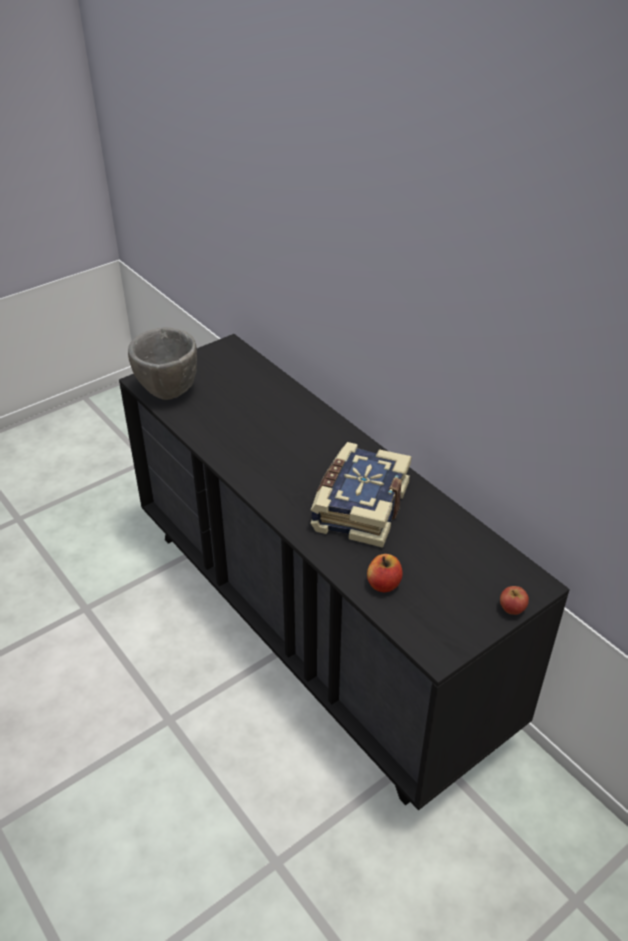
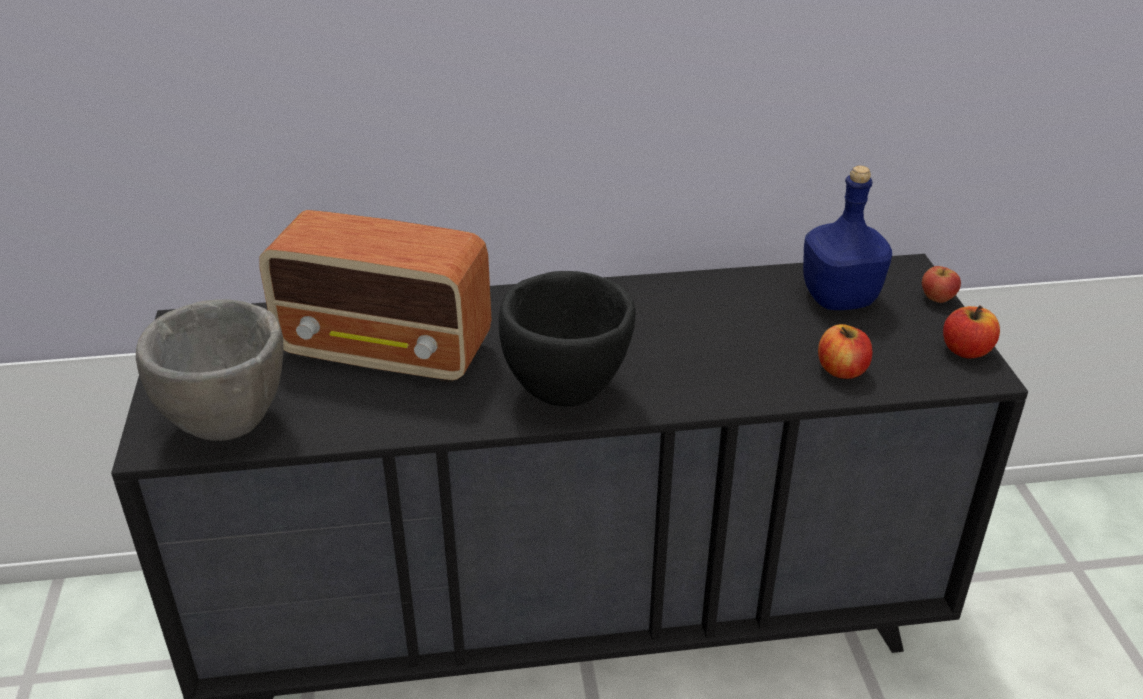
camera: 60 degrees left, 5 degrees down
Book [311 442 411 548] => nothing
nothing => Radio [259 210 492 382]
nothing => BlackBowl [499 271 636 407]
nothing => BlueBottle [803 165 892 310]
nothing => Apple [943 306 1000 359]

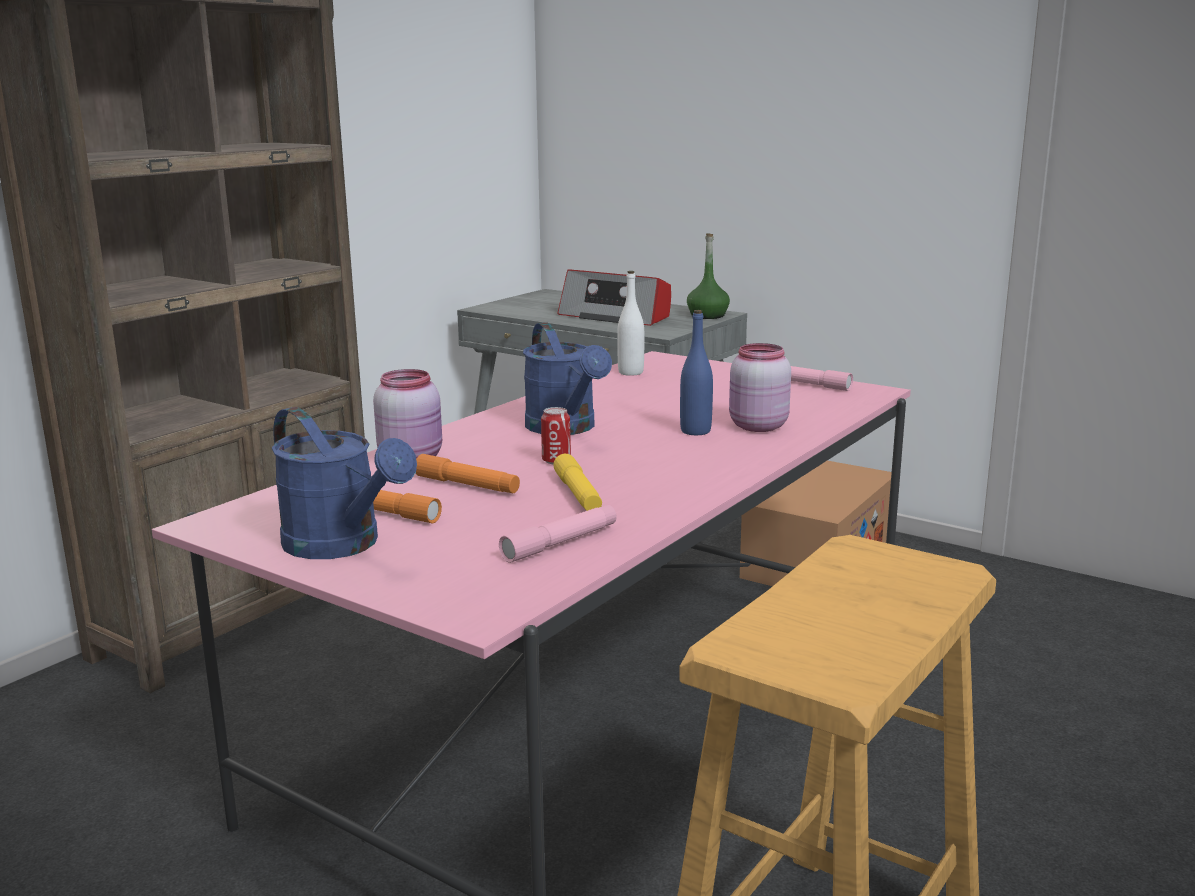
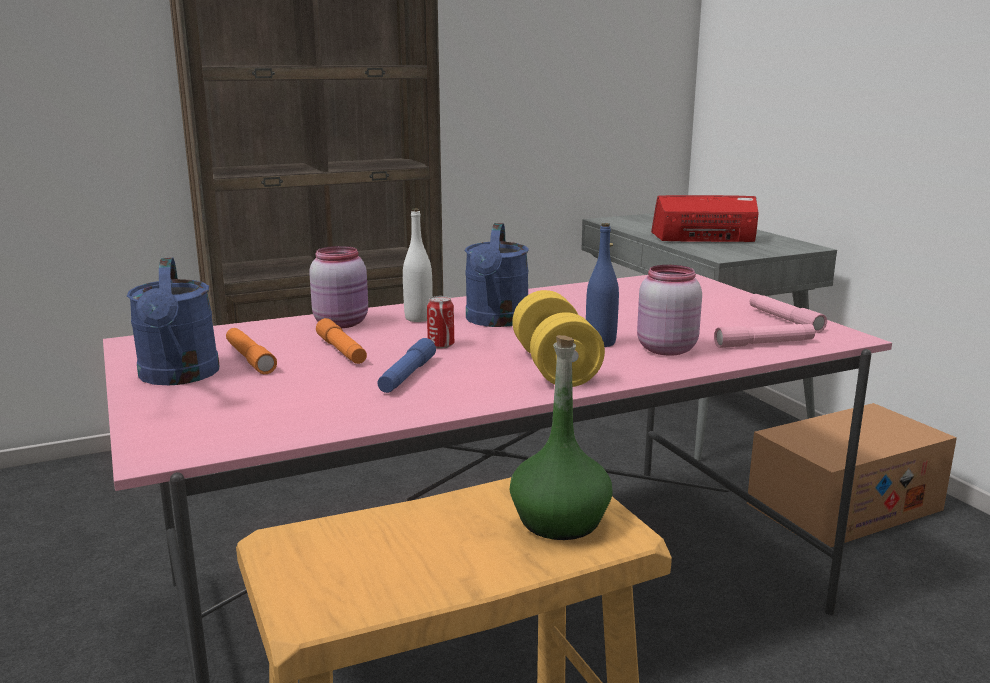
camera: 30 degrees right, 0 degrees up
PinkFlashlight [499 505 617 563] => PinkFlashlight [714 324 815 348], relocated
YellowFlashlight [553 454 602 511] => BlueFlashlight [377 338 436 393]
Radio [557 269 671 326] => Radio [651 195 759 243], 120 degrees clockwise
WhiteBottle [617 271 644 376] => WhiteBottle [403 208 433 322], relocated
GreenBottle [687 233 730 319] => GreenBottle [510 335 613 540], relocated
nothing => YellowDumbbell [512 290 605 387]

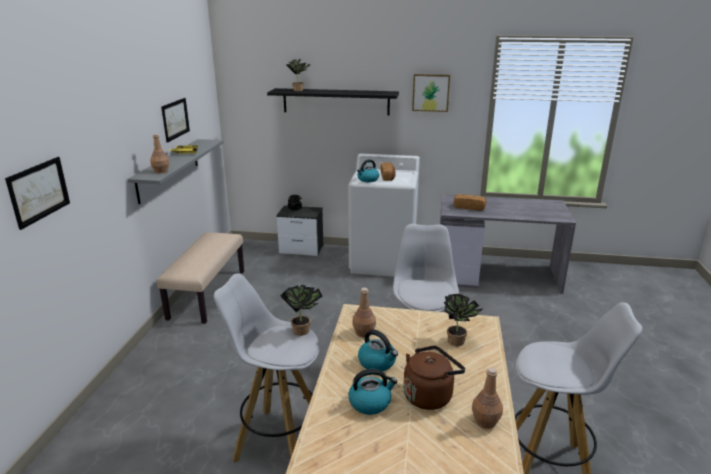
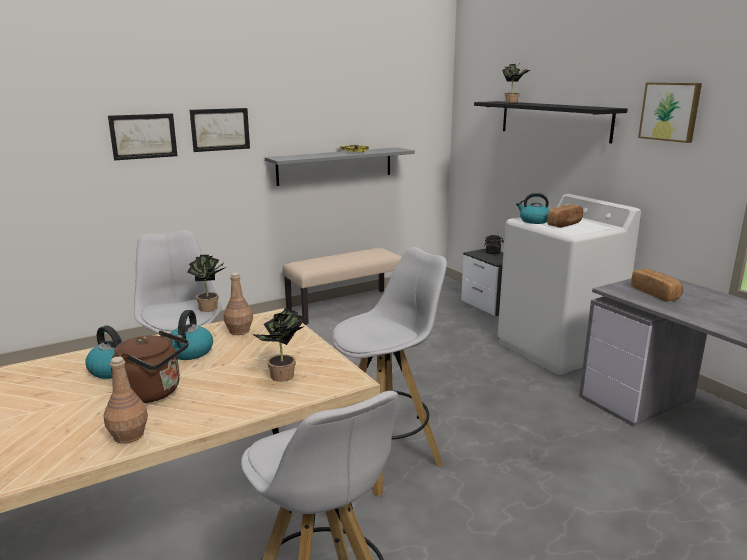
camera: 50 degrees right, 5 degrees down
BrownBottle [150 134 169 173] => nothing
Picture [161 98 190 142] => Picture [190 108 250 152], relocated

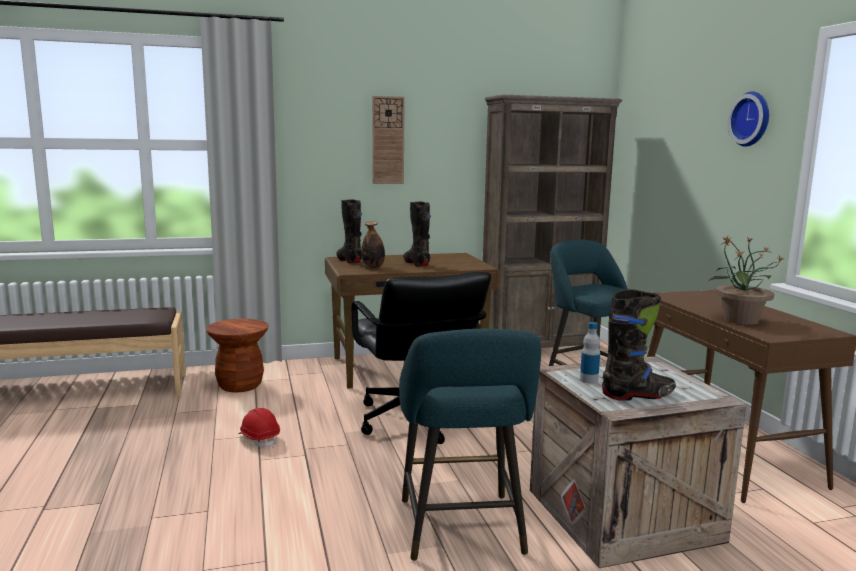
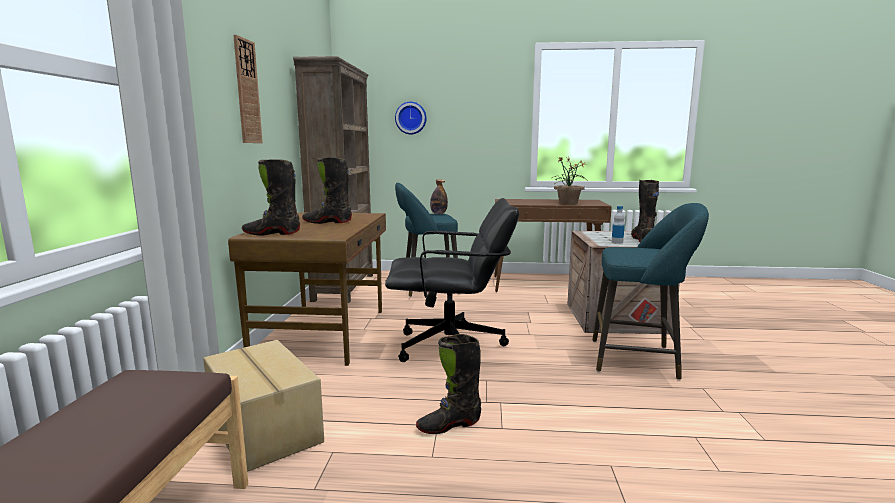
camera: 70 degrees left, 0 degrees up
BrownStool [206 319 269 392] => CardboardBox [203 340 324 472]
RedHardHat [238 408 280 448] => BlackBoot [416 334 481 434]
Bottle [361 221 385 268] => Bottle [430 179 448 214], relocated
WallClock [727 91 769 147] => WallClock [395 102 427 135], relocated

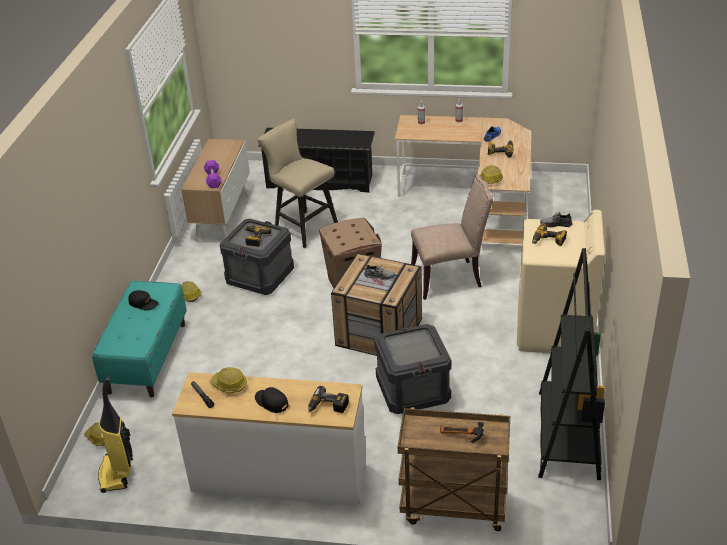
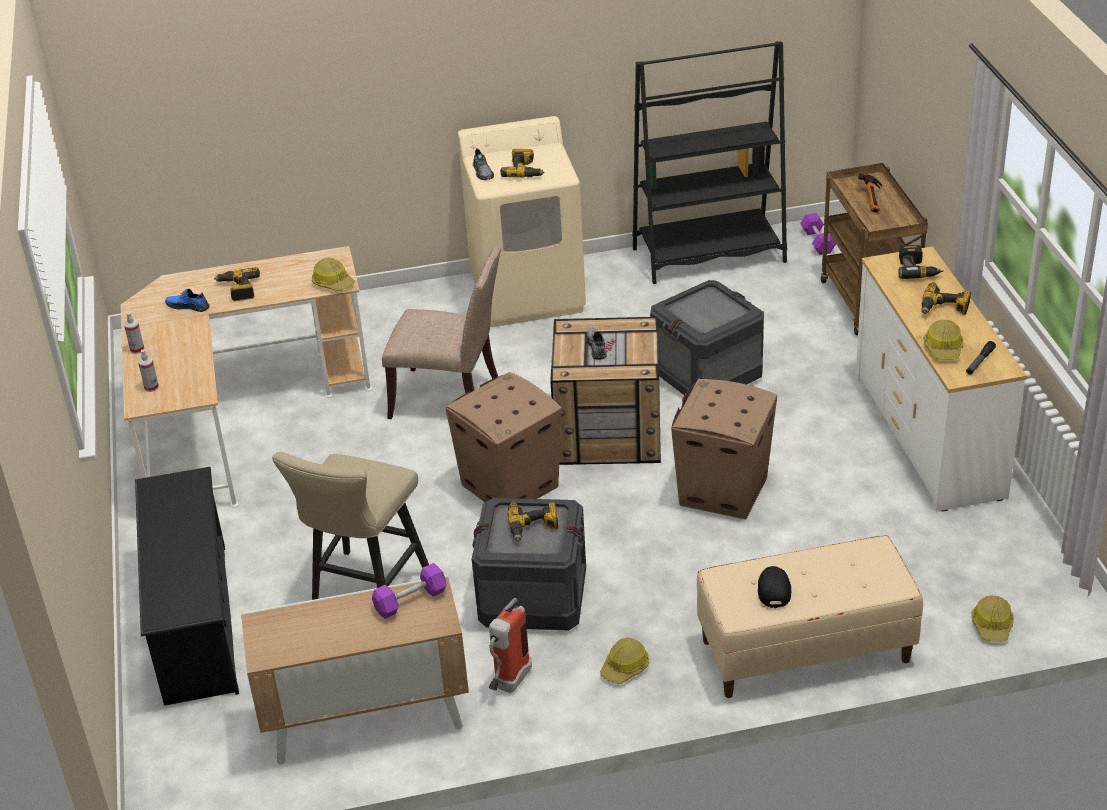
camera: 110 degrees left, 0 degrees up
TurquoiseBench [92 281 187 398] => BeigeBench [697 535 923 698]
VacuumCleaner [98 377 133 493] => nothing
BlackCap [255 387 289 413] => PowerDrill [921 282 971 315]
BeigeChair [411 174 493 300] => BeigeChair [382 246 501 419], 135 degrees clockwise
nothing => FireExtinguisher [489 598 532 693]
nothing => CardboardBox [671 379 777 519]
nothing => PurpleDumbbell [800 213 836 255]

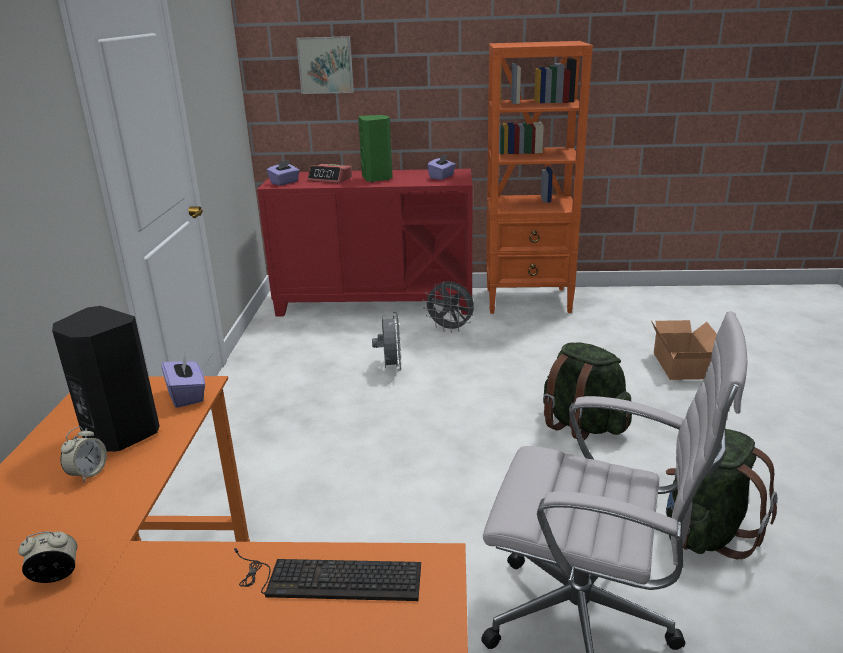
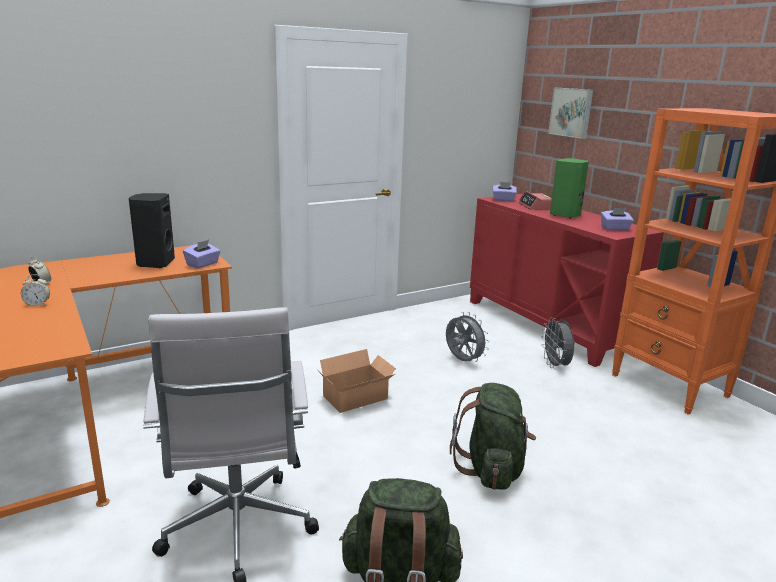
camera: 55 degrees right, 5 degrees down
AlarmClock [60 426 107 483] => AlarmClock [21 275 50 307], relocated
Keyboard [234 548 421 601] => nothing
GreyFan [372 312 401 371] => GreyFan [446 312 489 362], 90 degrees counterclockwise
CardboardBox [651 320 717 380] => CardboardBox [319 349 396 413], relocated

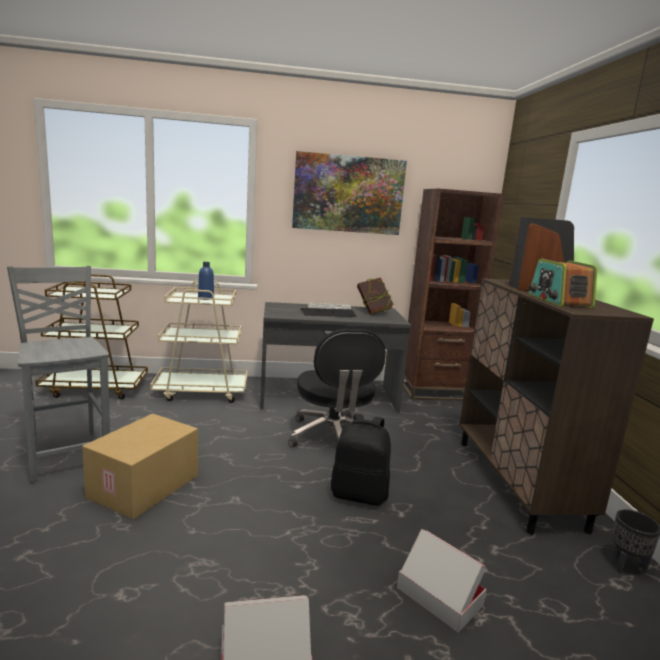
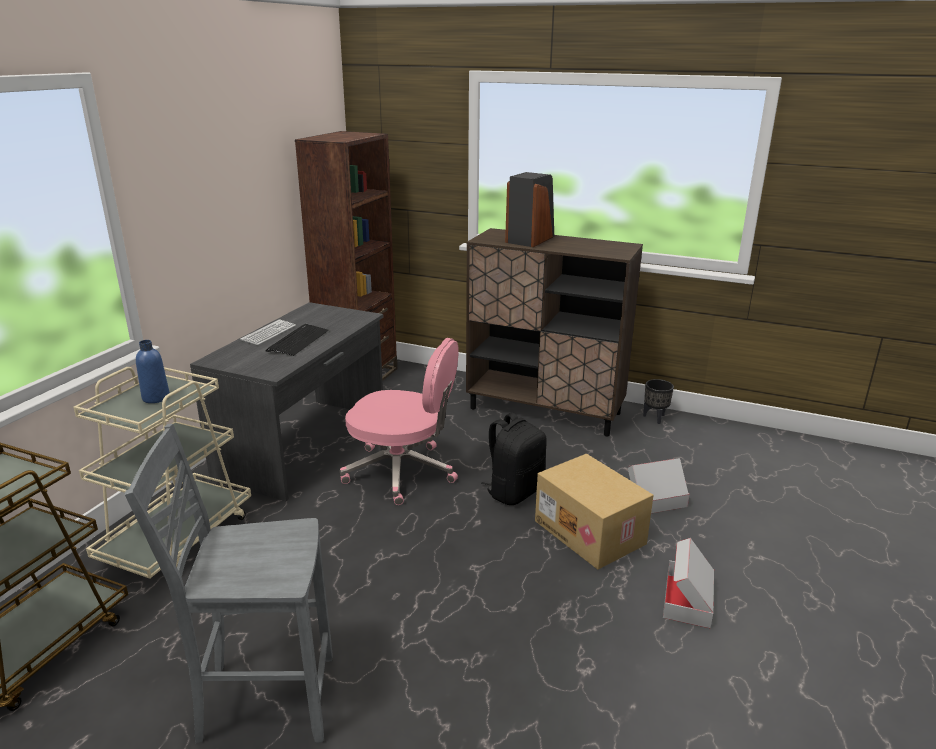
camera: 60 degrees left, 10 degrees up
CardboardBox [82 414 198 519] => CardboardBox [535 454 654 570], relocated
BlackOfficeChair [288 329 386 448] => PinkOfficeChair [340 338 459 505]
Picture [292 151 407 235] => nothing
Book [357 277 394 314] => nothing
Radio [528 259 597 308] => nothing

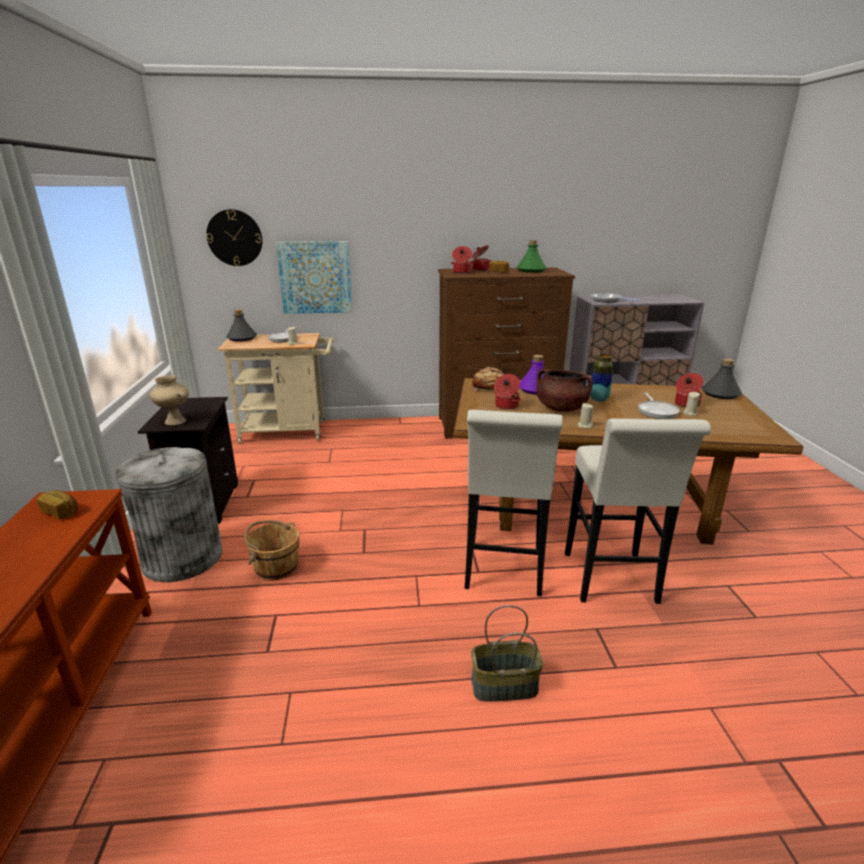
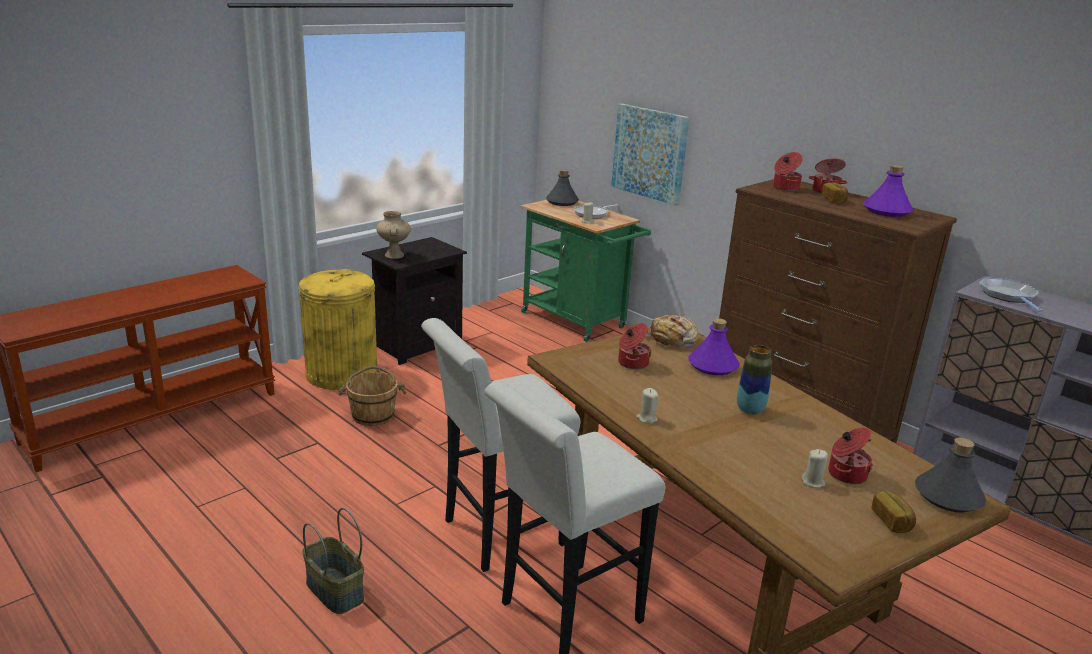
camera: 50 degrees right, 0 degrees up
Bread [36 490 78 519] => Bread [871 491 916 533], relocated
GreyTrashCan [116 447 222 582] => YellowTrashCan [299 269 377 390]
WallClock [206 209 262 266] => nothing
BeigeCart [218 333 334 444] => GreenCart [521 200 651 342]
GreenBottle [517 240 546 273] => PurpleBottle [864 165 913 217]
BrownCookingPot [537 369 593 412] => nothing
FryingPan [638 393 680 419] => nothing

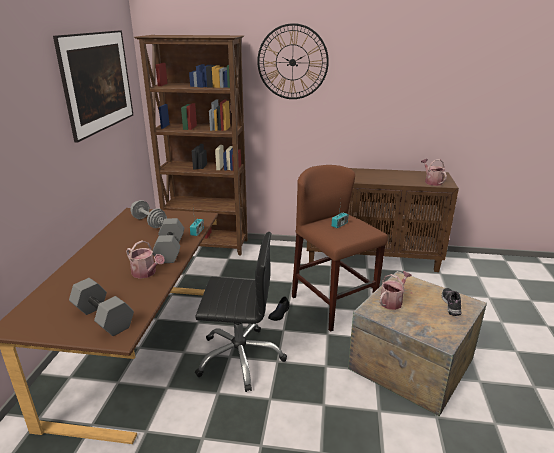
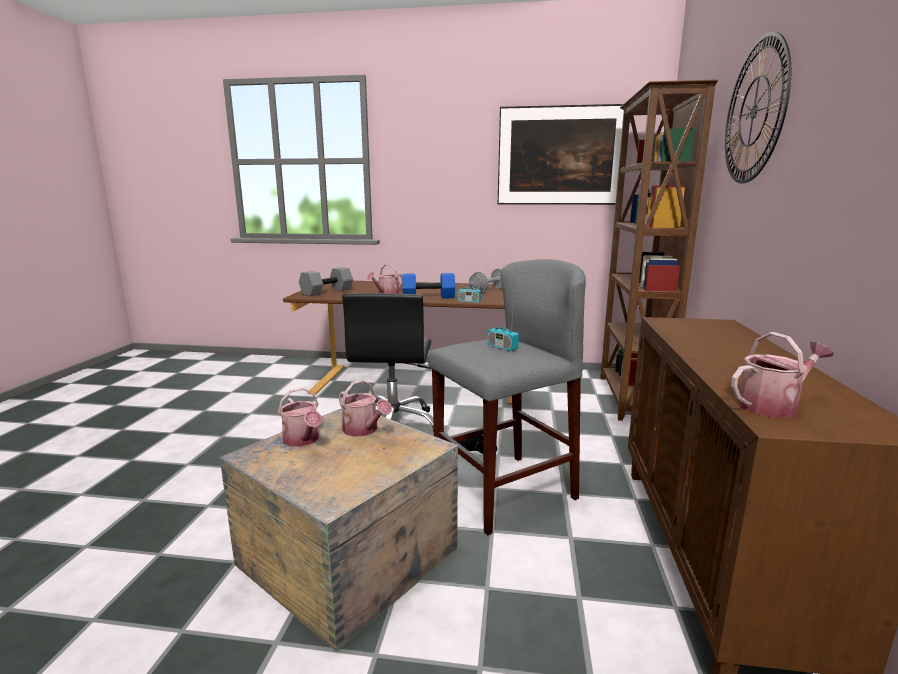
camera: 90 degrees right, 10 degrees down
GreyDumbbell [153 218 184 263] => BlueDumbbell [402 273 455 298]
BrownStool [292 165 388 332] => GreyStool [428 259 586 536]
Shoe [442 288 461 316] => nothing
nothing => WateringCan [278 387 322 447]

